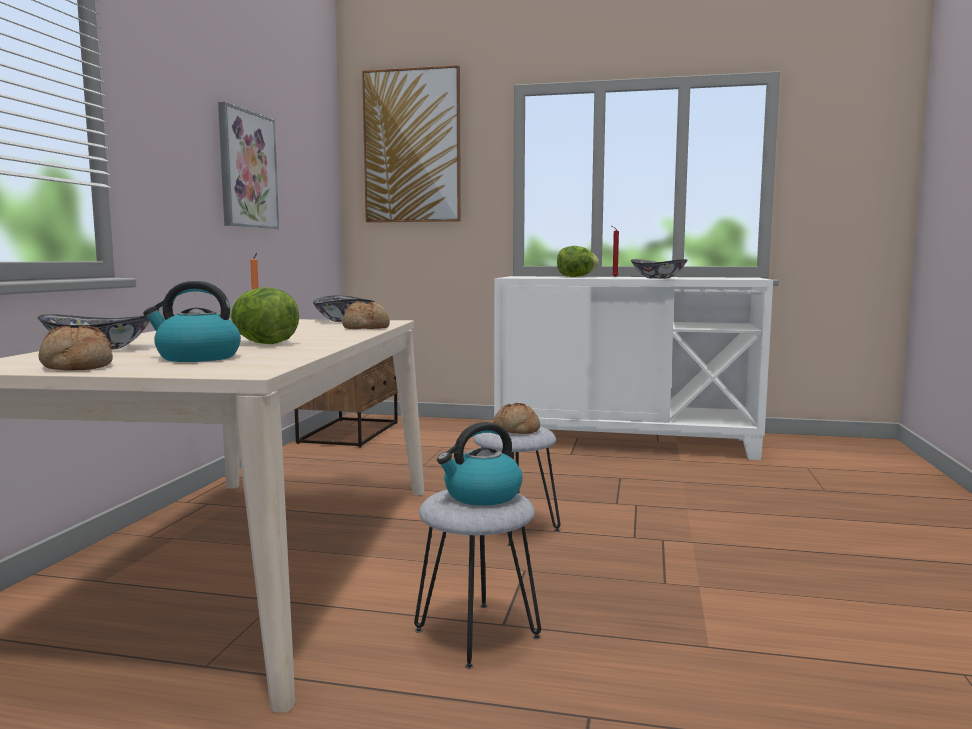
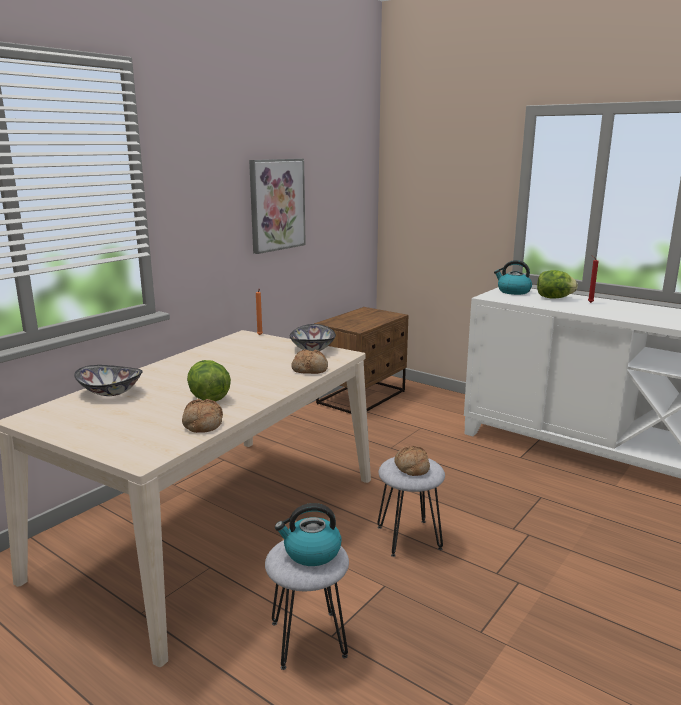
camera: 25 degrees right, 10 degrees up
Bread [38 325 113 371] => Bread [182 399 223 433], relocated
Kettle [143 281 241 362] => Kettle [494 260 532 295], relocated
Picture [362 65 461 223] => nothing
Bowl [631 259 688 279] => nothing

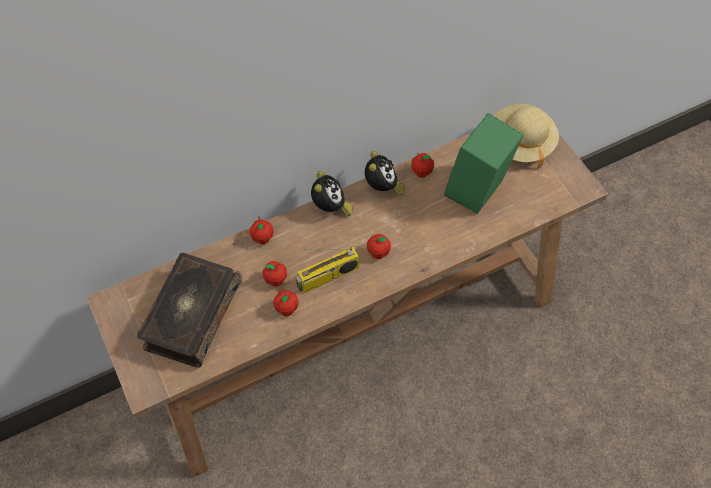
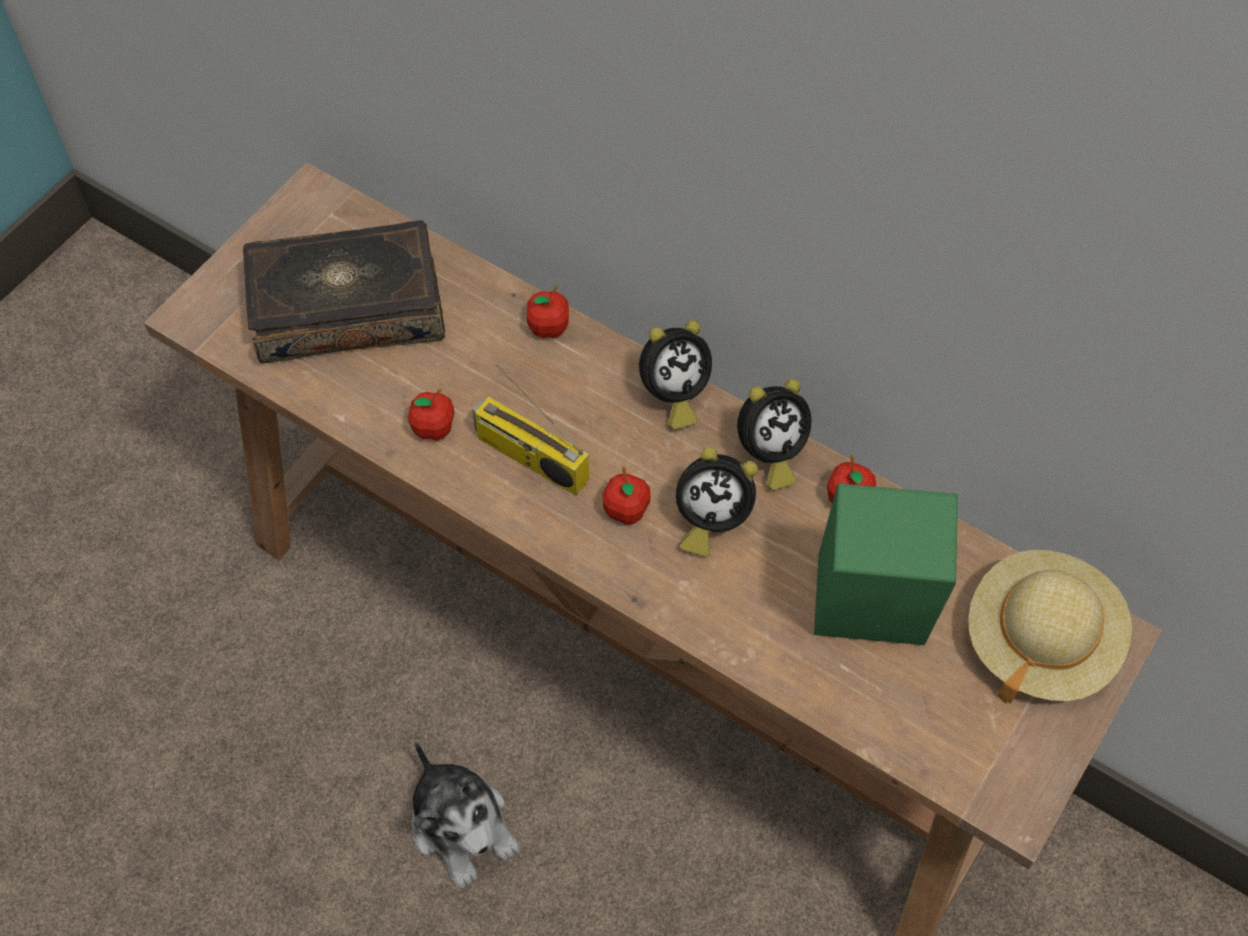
camera: 60 degrees right, 0 degrees up
Apple [263 261 287 286] => nothing
nothing => PlushToy [412 741 520 889]
nothing => AlarmClock [676 446 758 556]

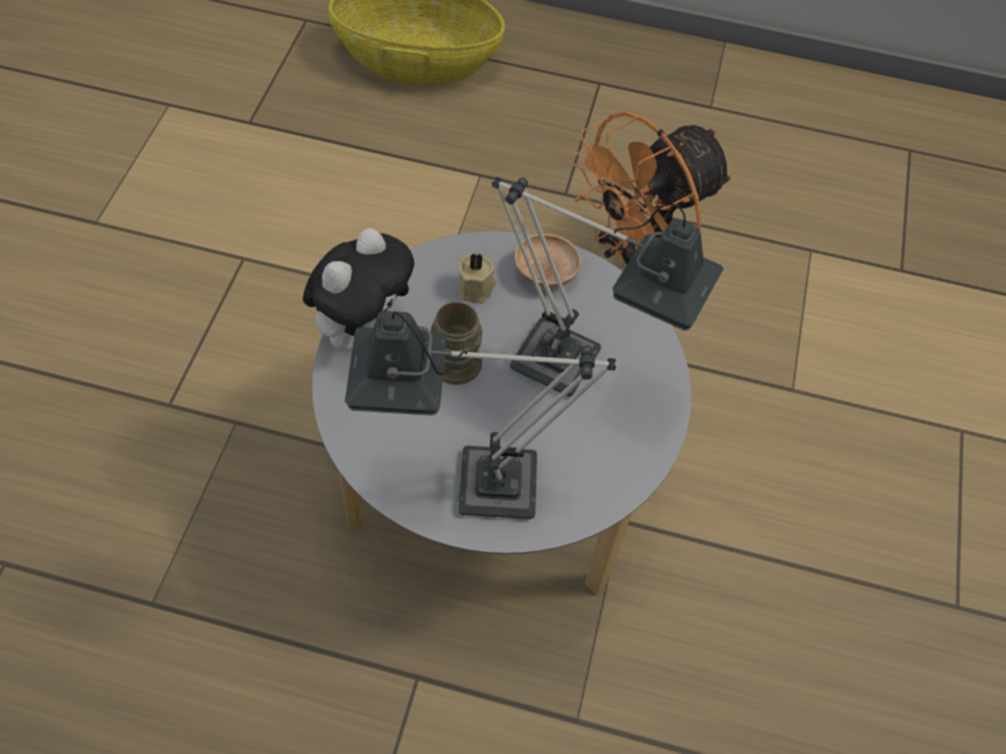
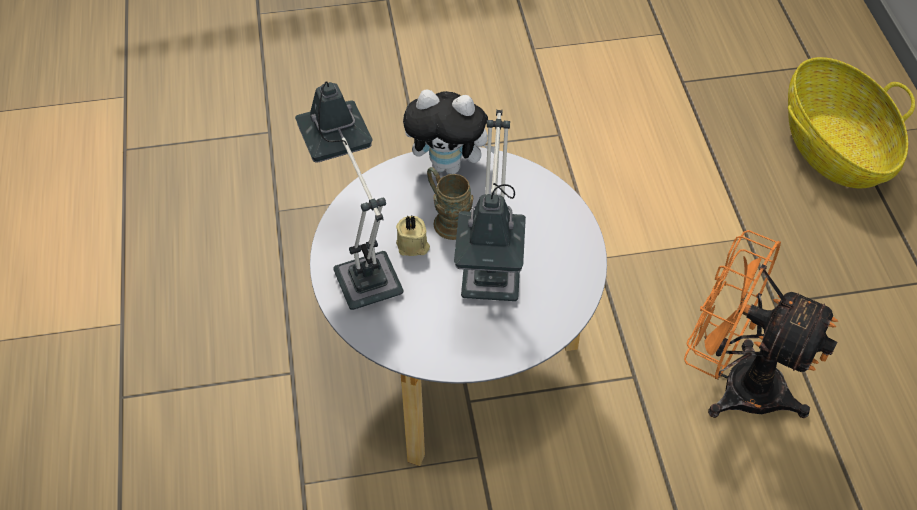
camera: 70 degrees right, 5 degrees down
BeigeCandle [458 253 496 304] => BeigeCandle [396 216 430 256], relocated
BrownBowl [515 234 581 288] => nothing

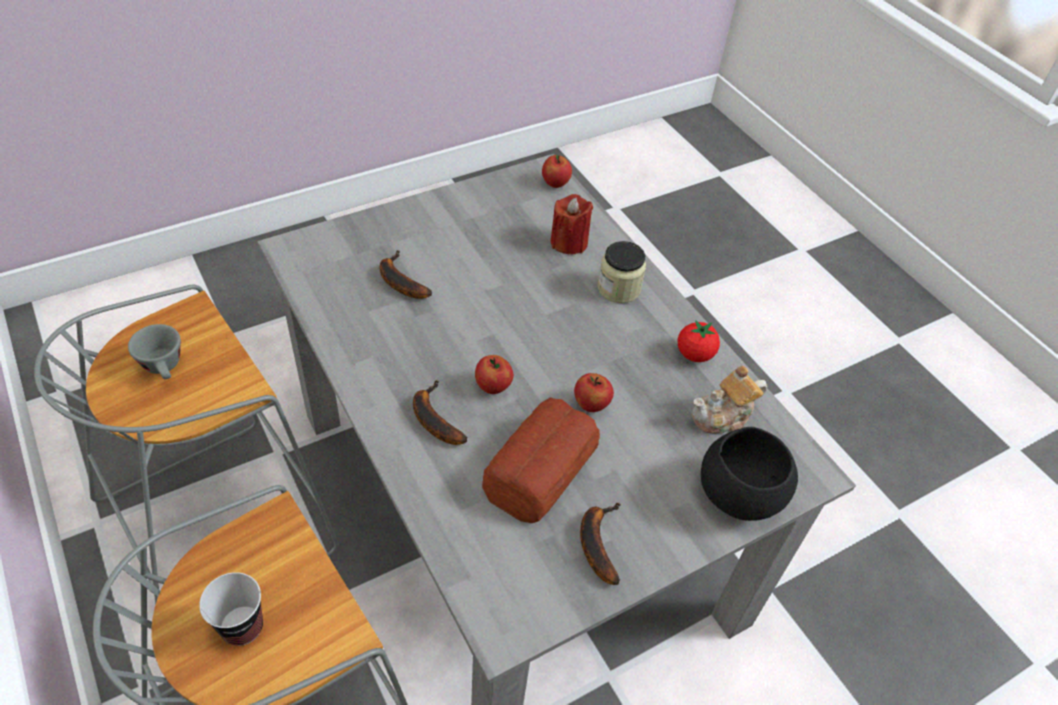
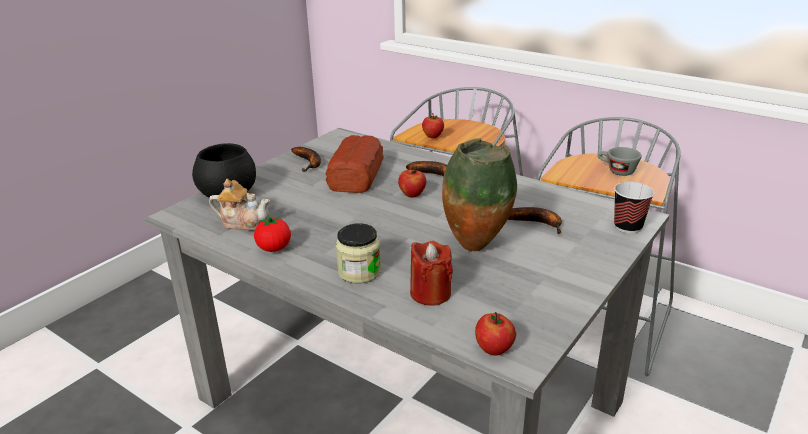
camera: 160 degrees right, 20 degrees down
Cup [199 572 263 646] => Cup [614 182 654 234], relocated
Apple [574 373 614 412] => Apple [422 113 444 138], relocated
Teapot [692 366 767 434] => Teapot [209 179 270 231], 60 degrees clockwise
nothing => Vase [442 138 517 251]

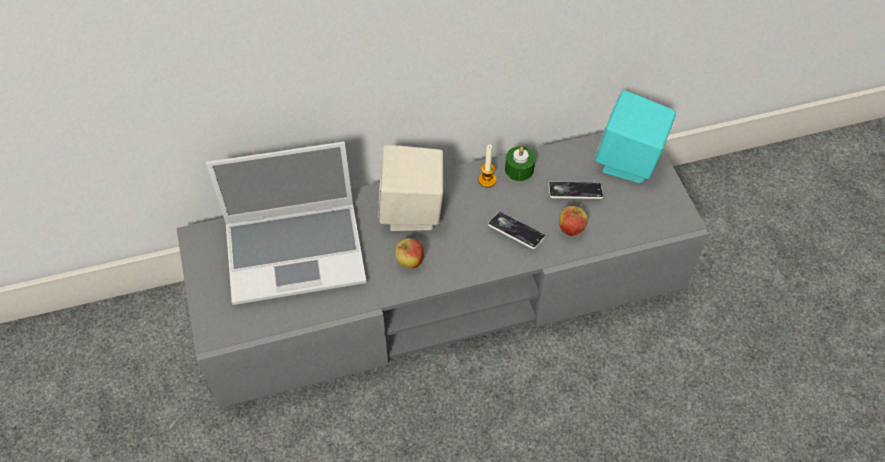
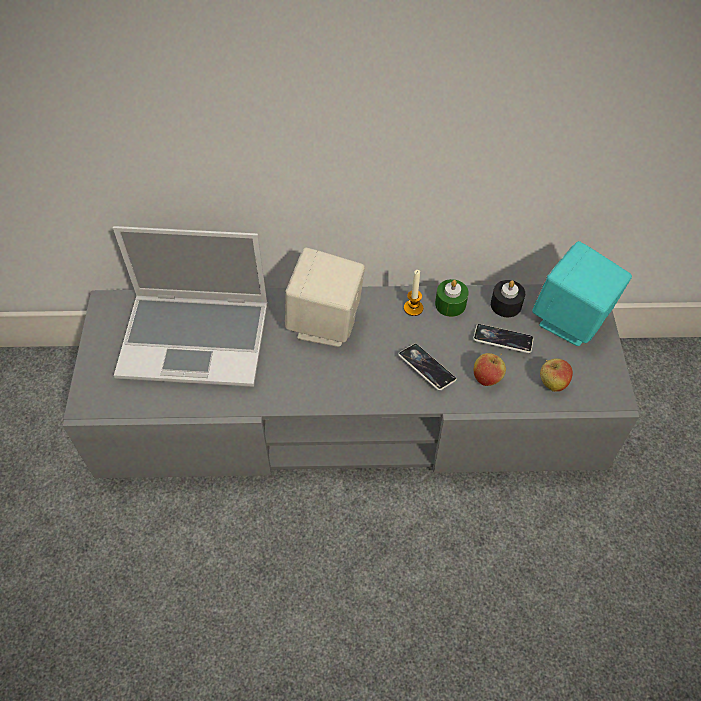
camera: 15 degrees right, 0 degrees up
Apple [395 238 424 269] => Apple [540 358 573 392], relocated
nothing => BlackCandle [491 280 525 317]

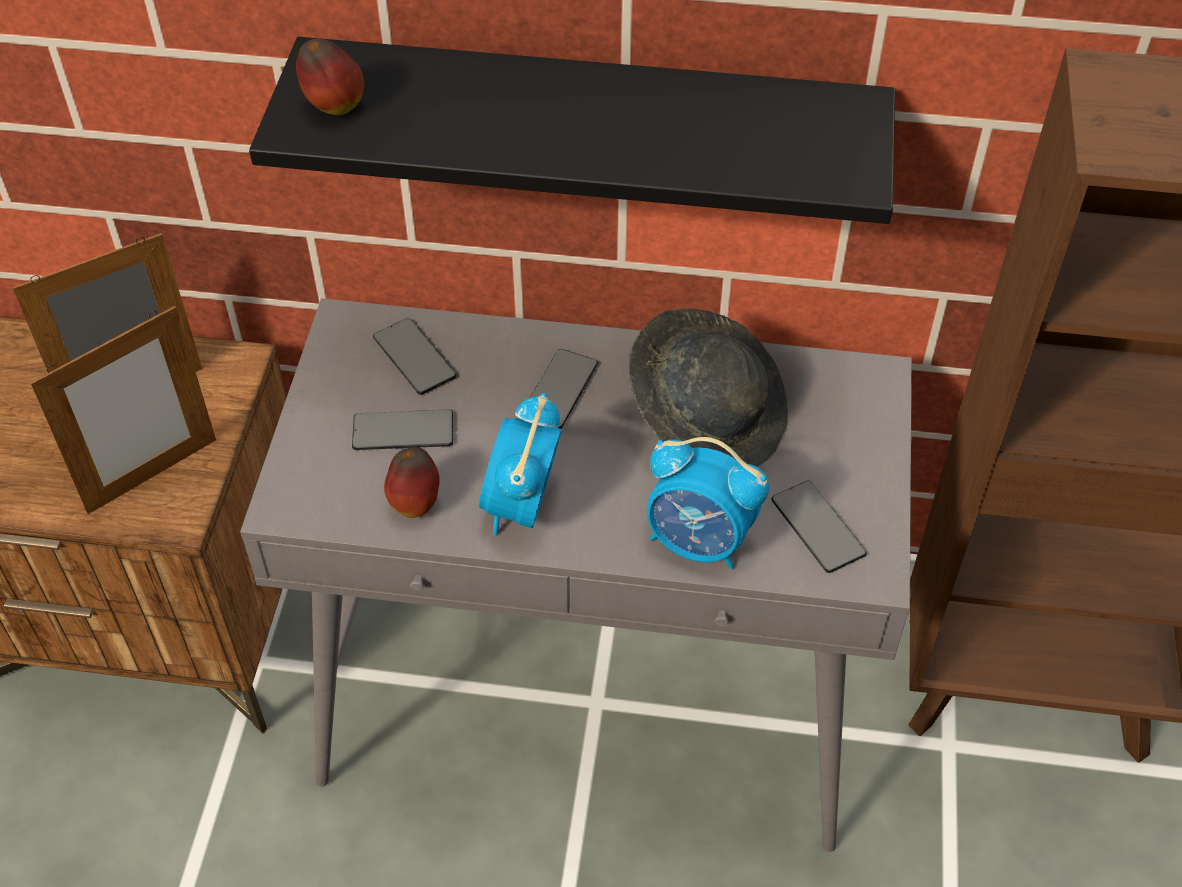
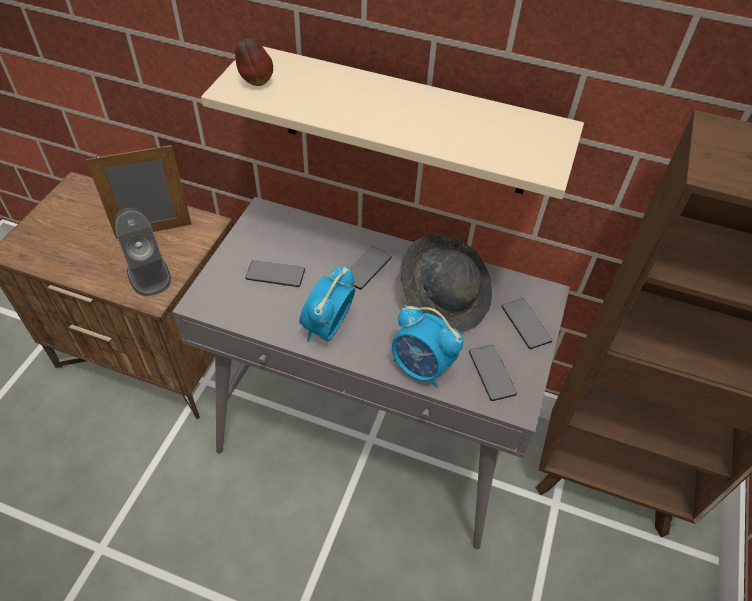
camera: 10 degrees right, 0 degrees up
PictureFrame [30 306 216 514] => GreySpeaker [115 208 171 296]
BlackShelf [249 37 895 224] => BeigeShelf [201 46 584 199]
Phone [373 318 456 395] => Phone [502 298 552 349], relocated
Apple [384 447 440 518] => nothing

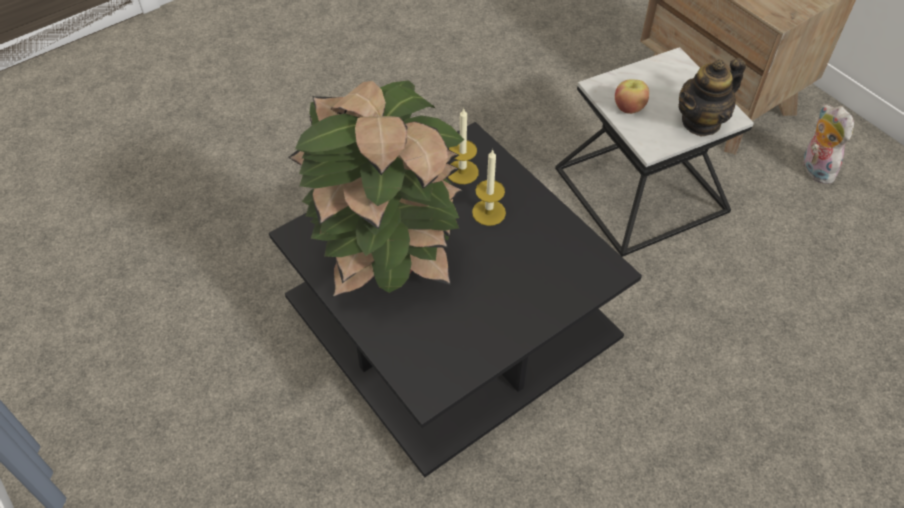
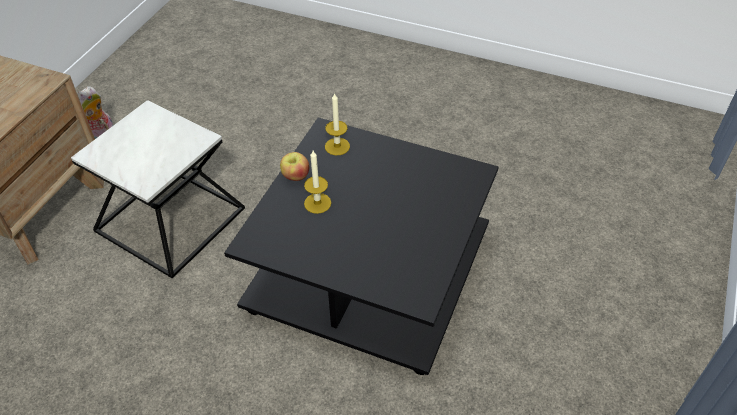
camera: 120 degrees left, 5 degrees down
PottedPlant [288 80 464 298] => nothing
Candle [448 108 479 184] => Candle [325 92 350 155], relocated
Apple [615 79 649 114] => Apple [280 152 309 181], relocated
Teapot [679 58 746 136] => nothing

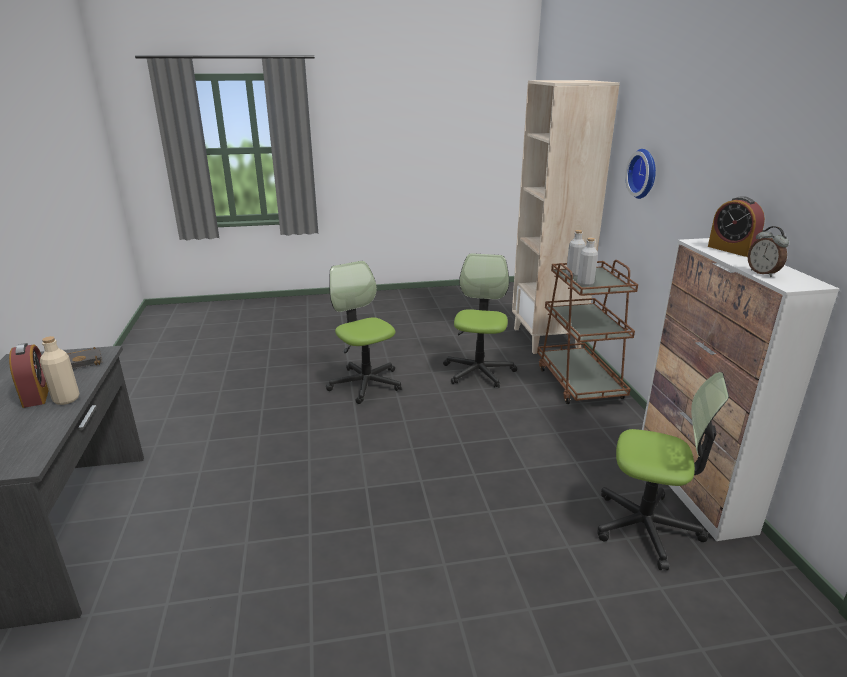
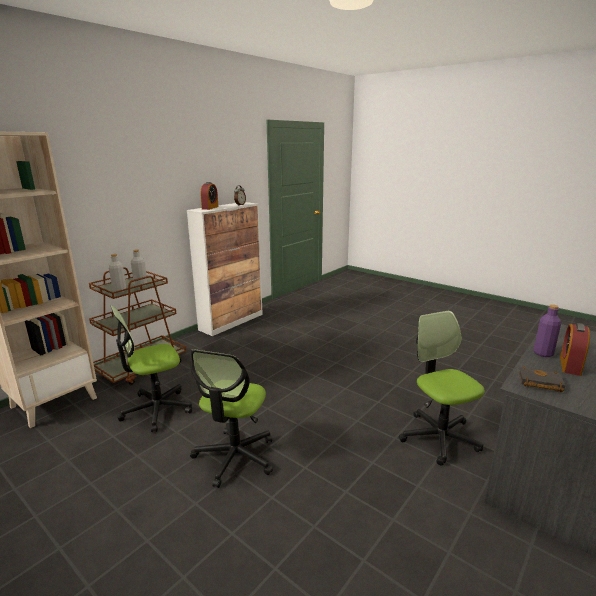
camera: 130 degrees left, 5 degrees down
BeigeBottle [40 336 80 405] => PurpleBottle [534 304 561 357]
OfficeChair [597 372 729 570] => OfficeChair [399 311 485 465], relocated
WallClock [625 149 656 199] => nothing

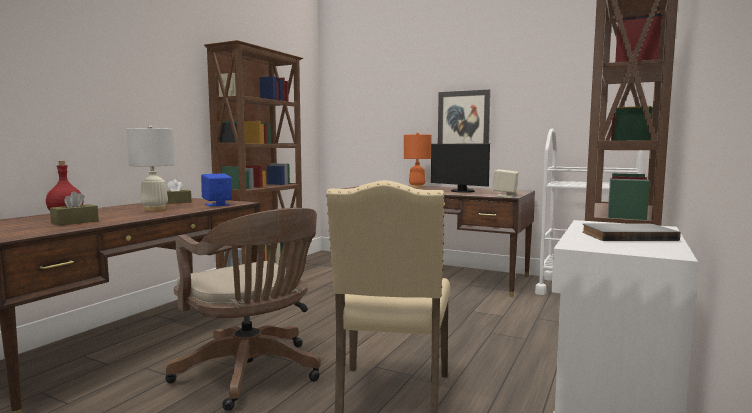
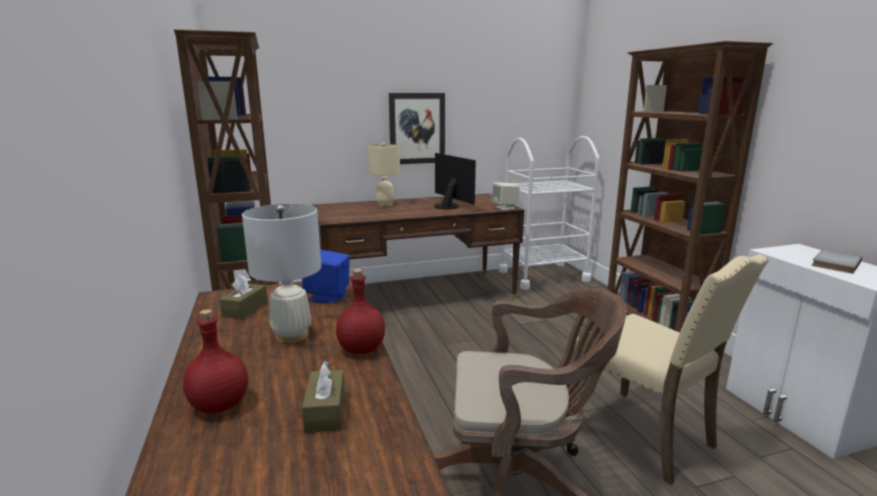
camera: 45 degrees left, 10 degrees up
OrangeTableLamp [404 132 432 188] => BeigeTableLamp [368 143 400 207]
Monitor [431 143 490 193] => Monitor [434 153 476 209], 120 degrees counterclockwise
nothing => RedBottle [336 269 385 354]

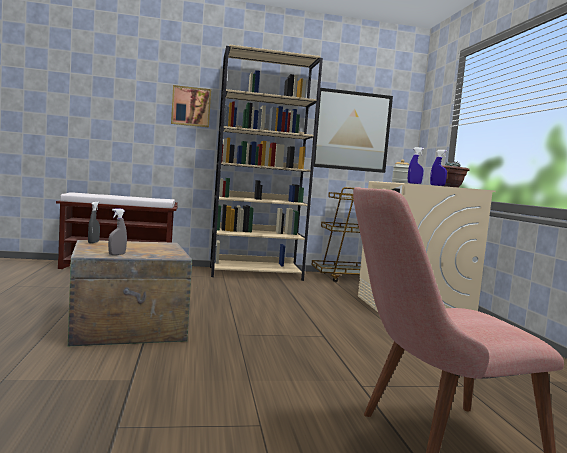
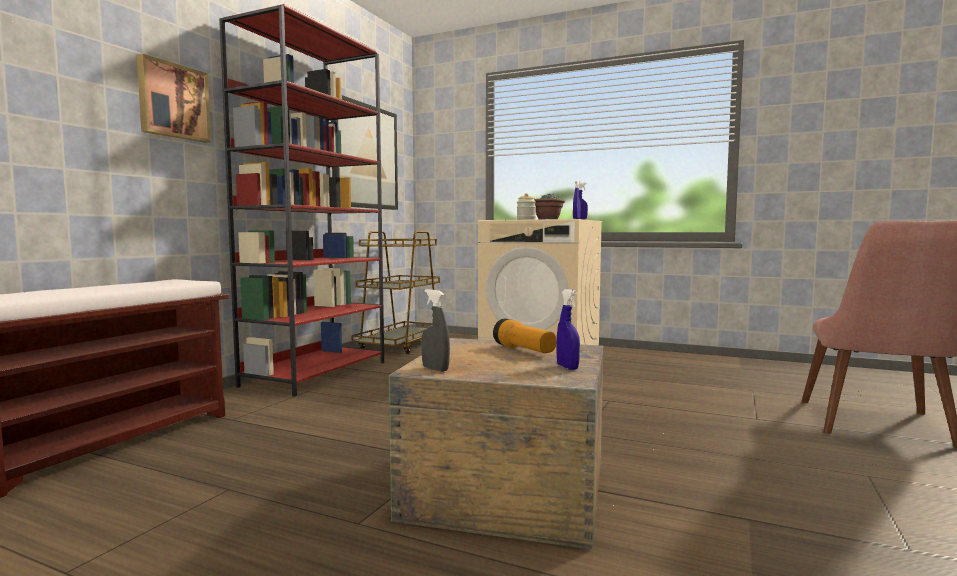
camera: 55 degrees left, 0 degrees up
GreySprayBottle [108 208 127 255] => BlueSprayBottle [557 289 580 370]
BeigeBookcase [210 44 323 281] => RedBookcase [219 4 384 397]
nothing => Flashlight [493 318 556 353]

